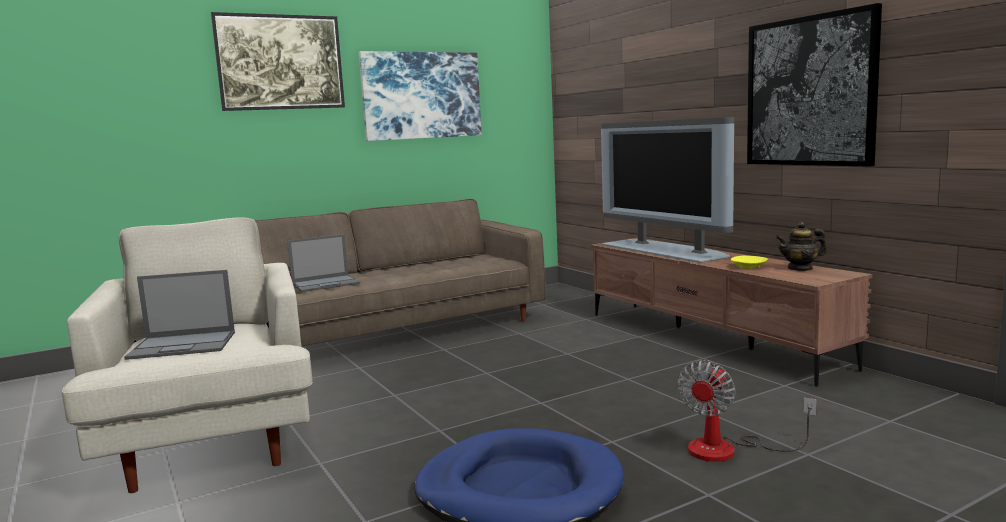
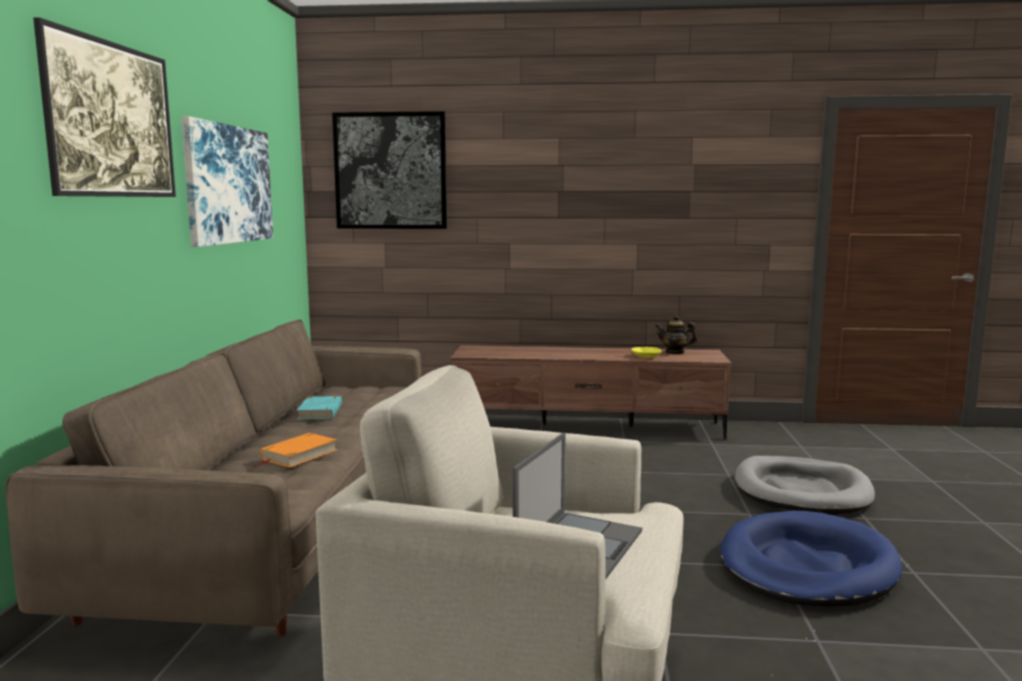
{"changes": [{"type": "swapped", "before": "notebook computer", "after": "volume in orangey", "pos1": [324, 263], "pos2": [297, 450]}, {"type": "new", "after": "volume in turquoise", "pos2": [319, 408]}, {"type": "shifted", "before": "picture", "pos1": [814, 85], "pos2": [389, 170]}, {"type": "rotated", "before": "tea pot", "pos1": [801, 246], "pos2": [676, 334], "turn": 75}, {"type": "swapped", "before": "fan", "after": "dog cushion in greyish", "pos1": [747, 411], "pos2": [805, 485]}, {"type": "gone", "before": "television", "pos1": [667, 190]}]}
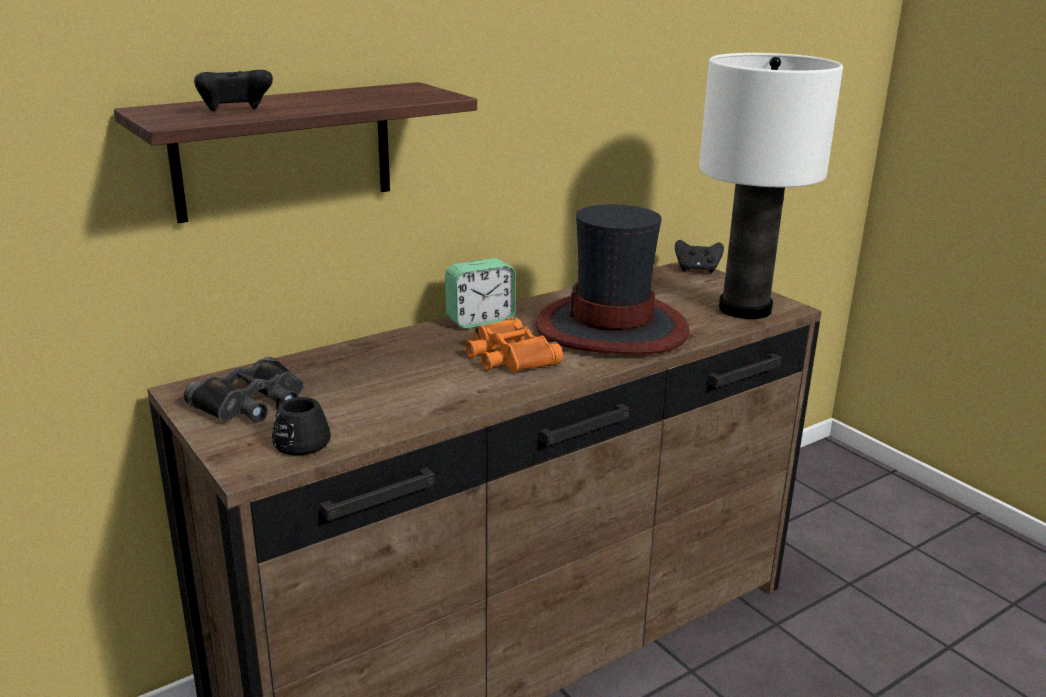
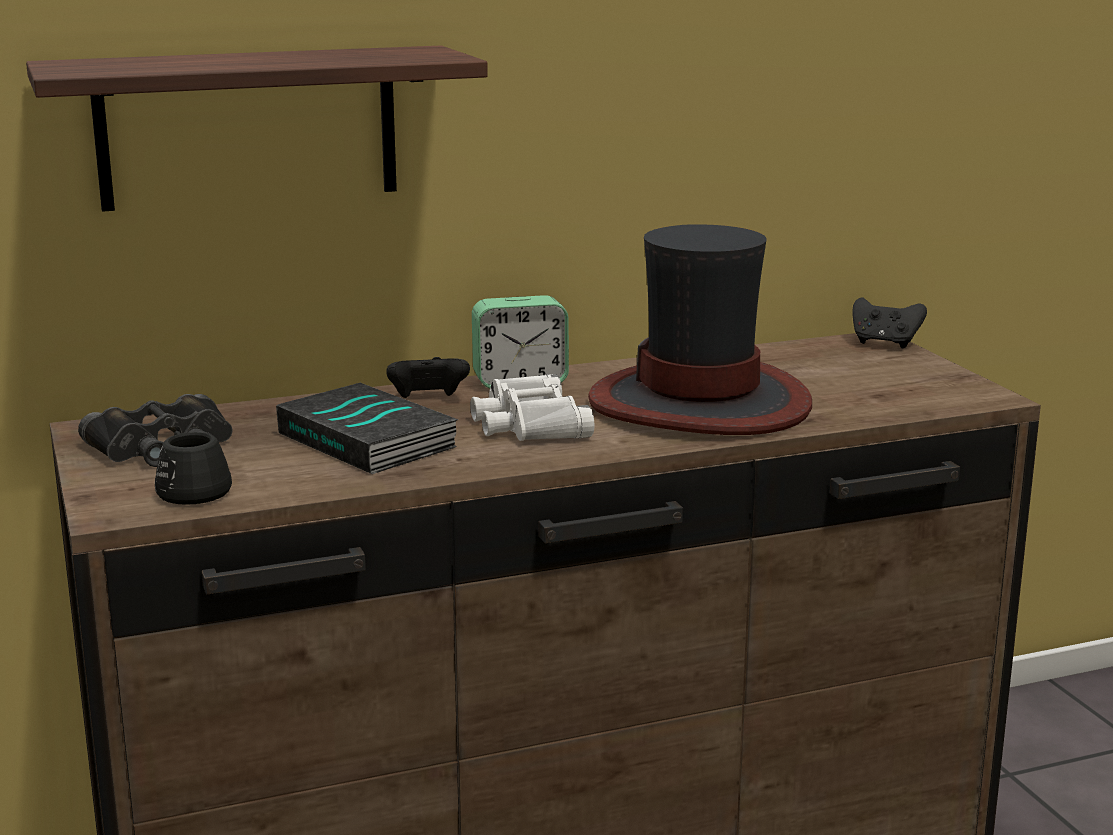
{"changes": [{"type": "new", "after": "volume", "pos2": [367, 428]}, {"type": "shifted", "before": "game controller in black", "pos1": [233, 90], "pos2": [428, 377]}, {"type": "repainted", "before": "field glasses in orangey", "after": "field glasses in white", "pos1": [514, 344], "pos2": [532, 407]}, {"type": "gone", "before": "lamp for a table in white", "pos1": [771, 186]}]}
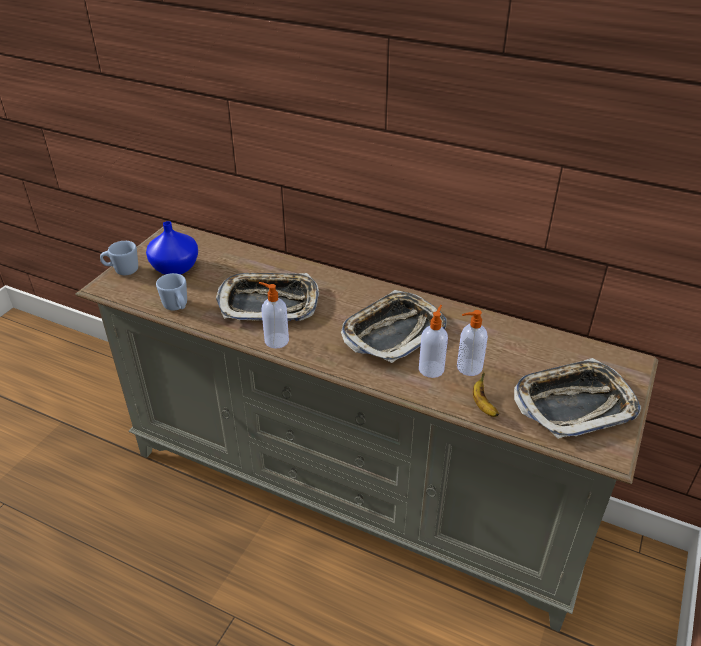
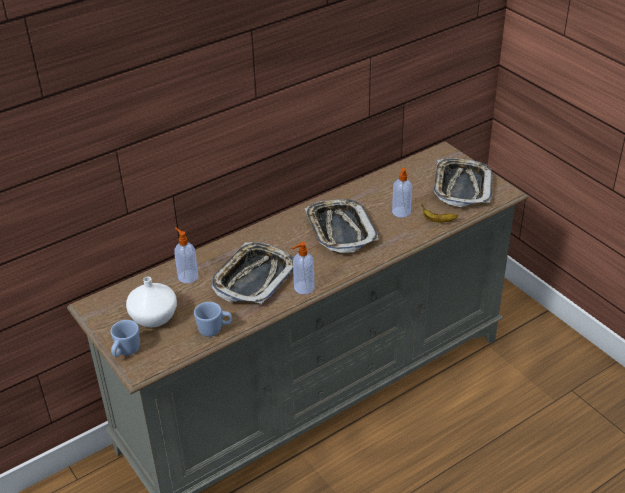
{"changes": [{"type": "repainted", "before": "decorative vase in blue", "after": "decorative vase in white", "pos1": [172, 248], "pos2": [151, 302]}, {"type": "shifted", "before": "liquid soap bottle", "pos1": [433, 341], "pos2": [186, 255]}]}
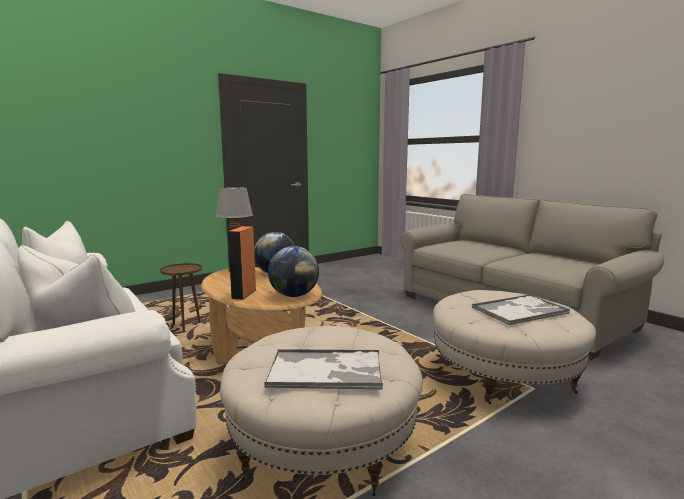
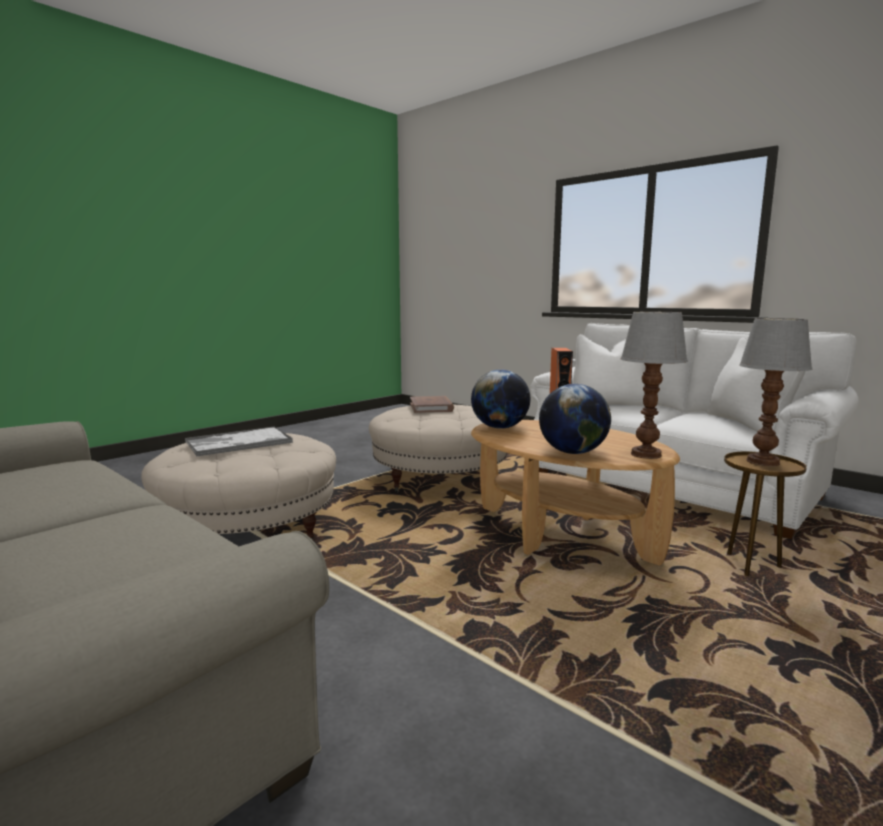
{"changes": [{"type": "swapped", "before": "carrying tray", "after": "volume in brown", "pos1": [323, 369], "pos2": [432, 404]}, {"type": "new", "after": "lamp for a table", "pos2": [775, 392]}]}
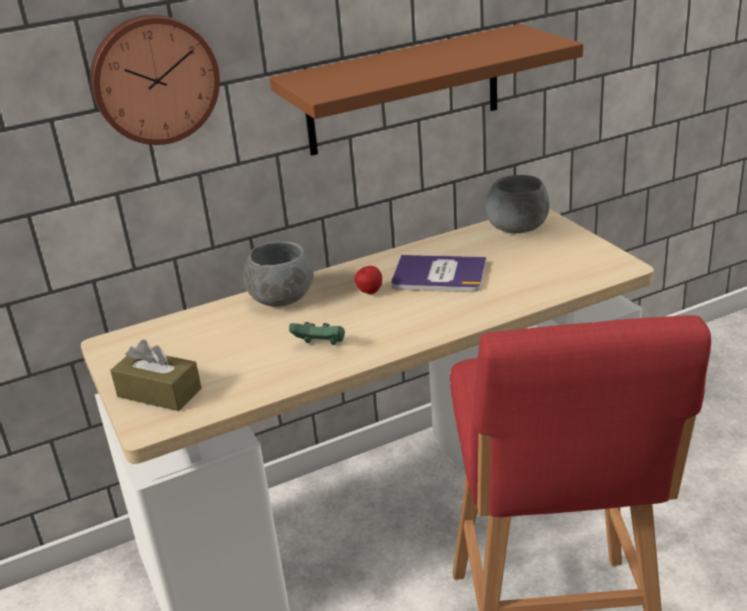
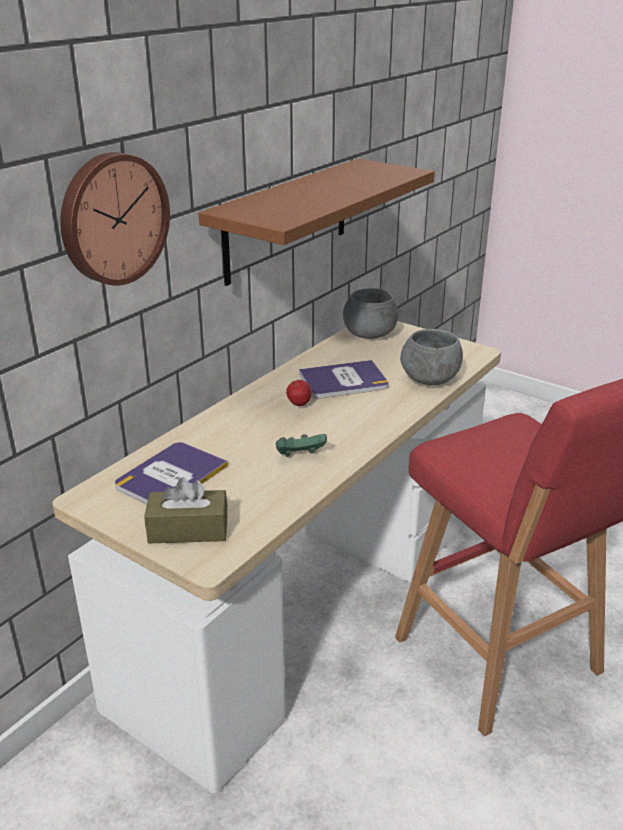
{"changes": [{"type": "new", "after": "volume", "pos2": [171, 473]}, {"type": "shifted", "before": "serving bowl in greyish", "pos1": [278, 274], "pos2": [431, 357]}]}
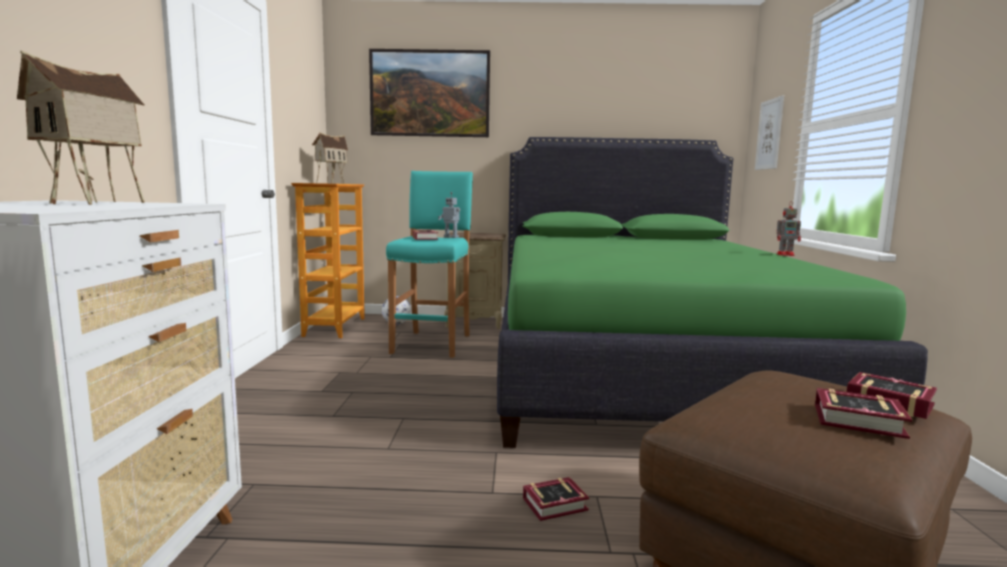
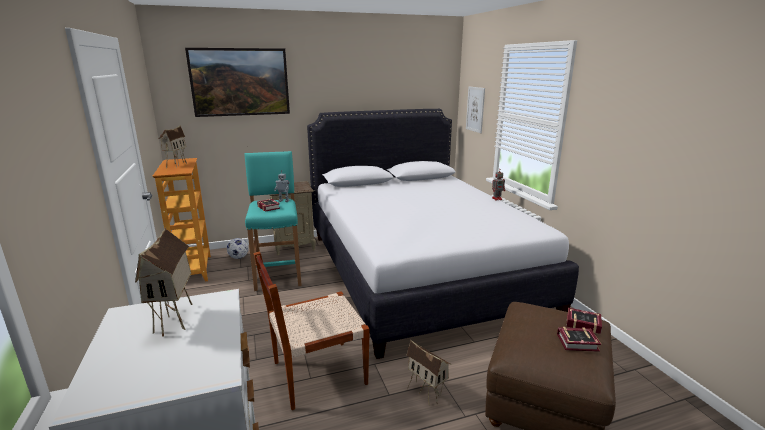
{"changes": [{"type": "new", "after": "chair", "pos2": [311, 331]}, {"type": "repainted", "before": "bedroom bed in green-coloured", "after": "bedroom bed in white", "pos1": [712, 292], "pos2": [443, 234]}, {"type": "swapped", "before": "volume", "after": "miniature house", "pos1": [556, 499], "pos2": [429, 372]}]}
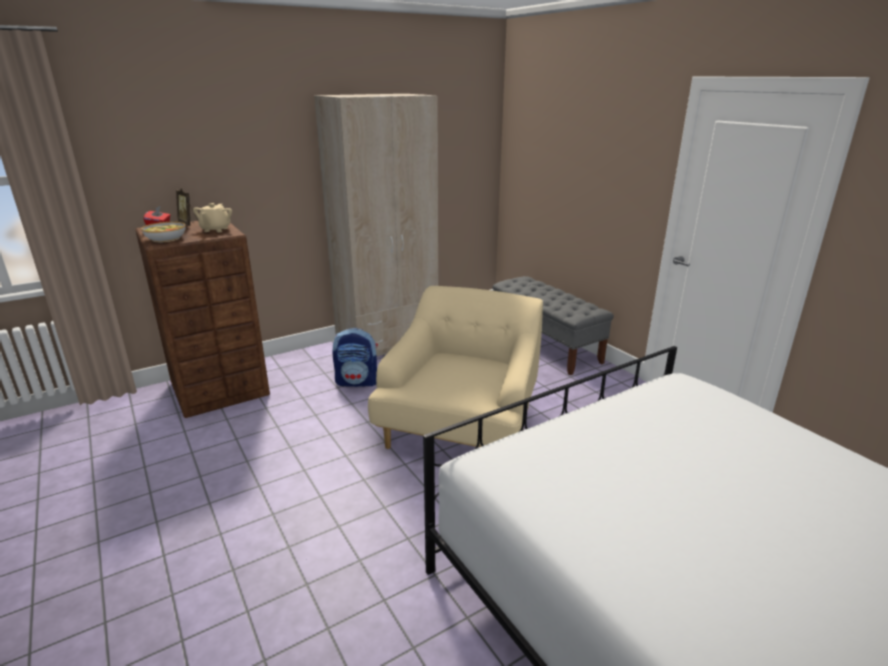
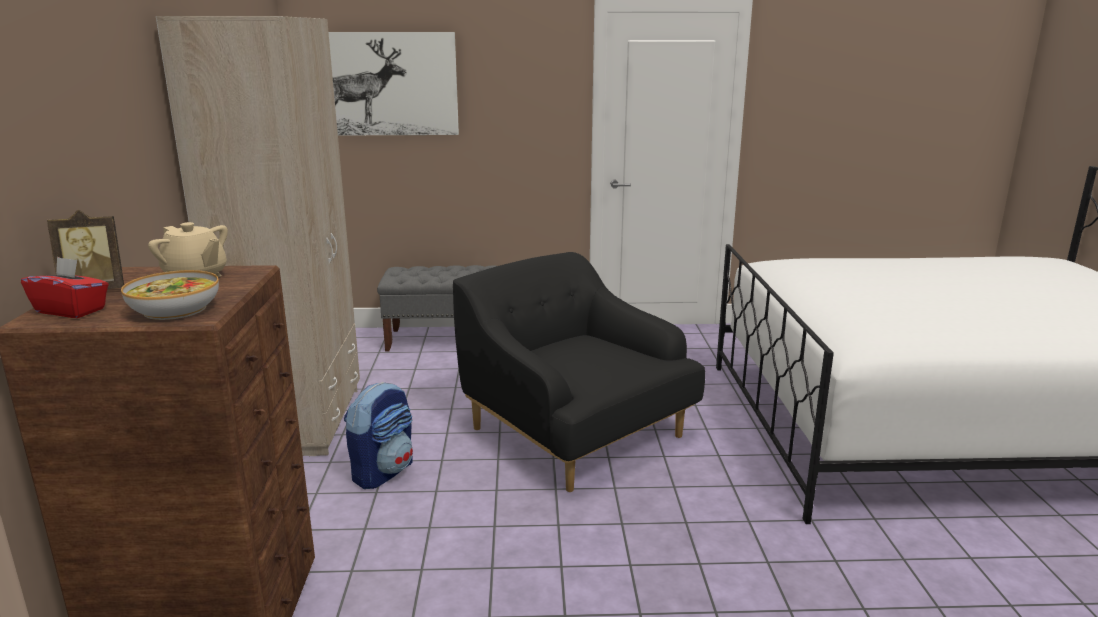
{"changes": [{"type": "new", "after": "picture", "pos2": [394, 83]}, {"type": "repainted", "before": "armchair in beige-coloured", "after": "armchair in black", "pos1": [455, 367], "pos2": [579, 372]}]}
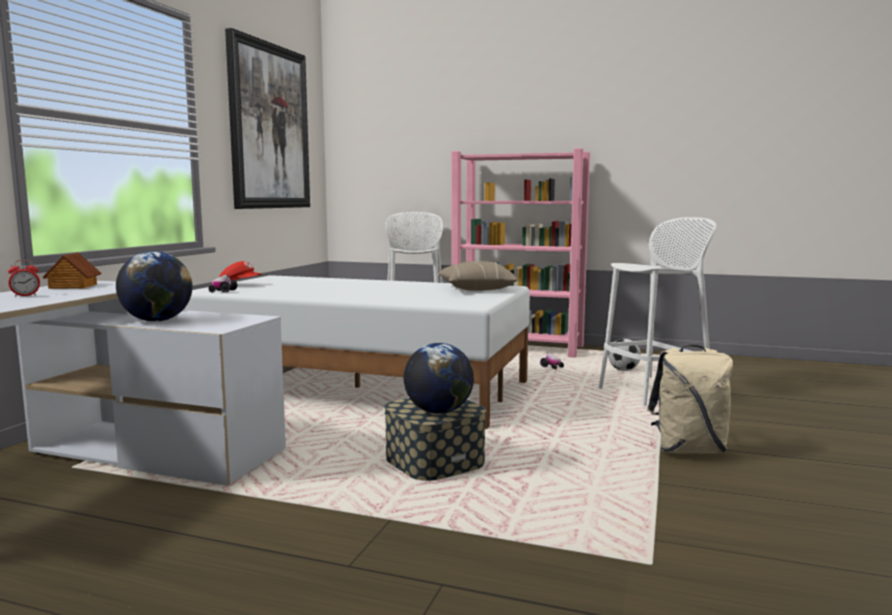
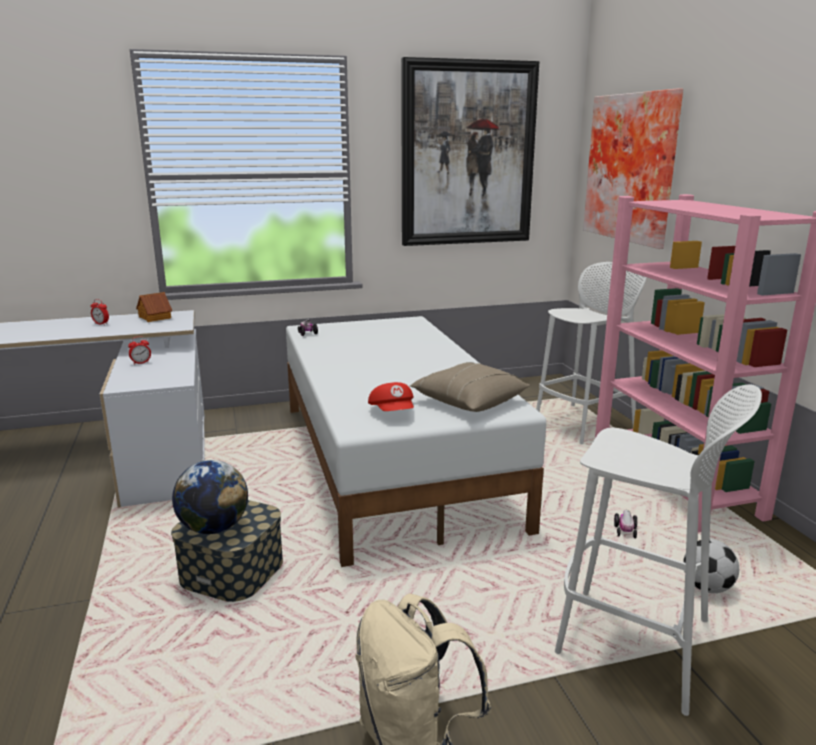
{"changes": [{"type": "swapped", "before": "globe", "after": "bedside clock", "pos1": [154, 286], "pos2": [139, 350]}, {"type": "shifted", "before": "baseball cap in red", "pos1": [240, 271], "pos2": [391, 396]}, {"type": "new", "after": "picture", "pos2": [633, 168]}]}
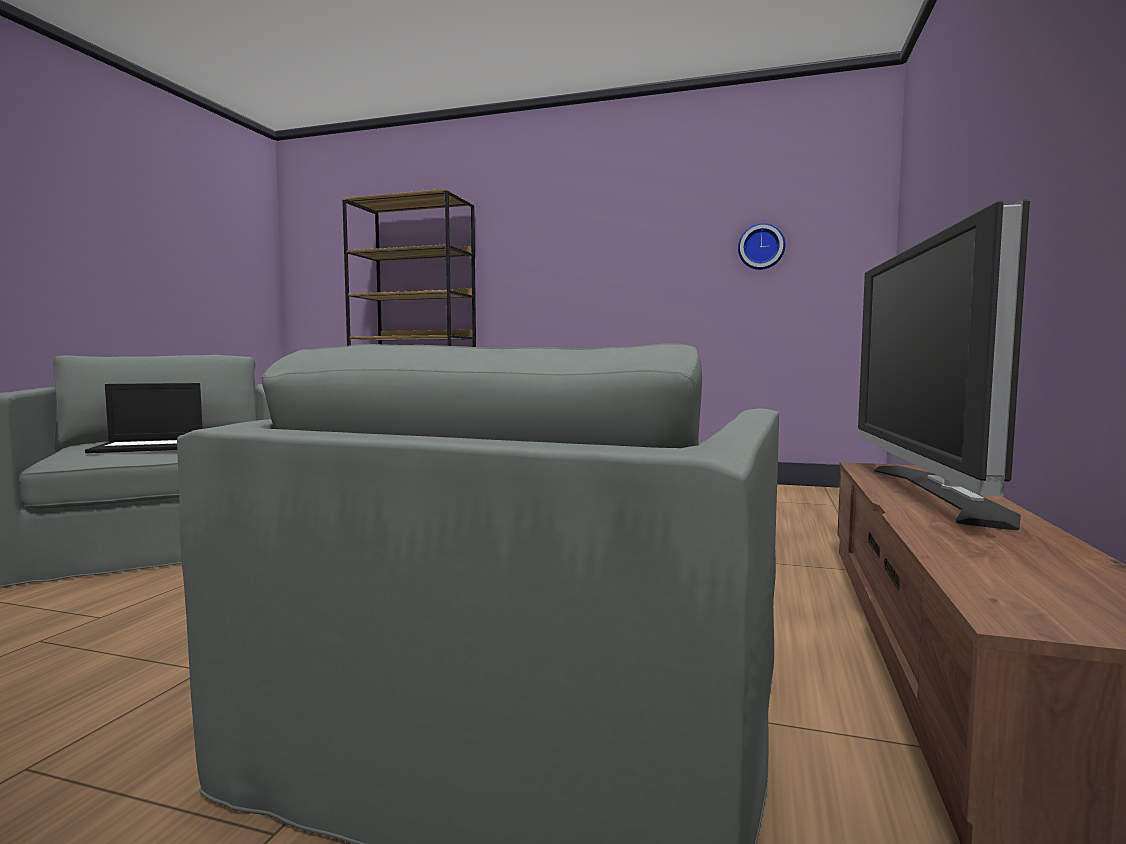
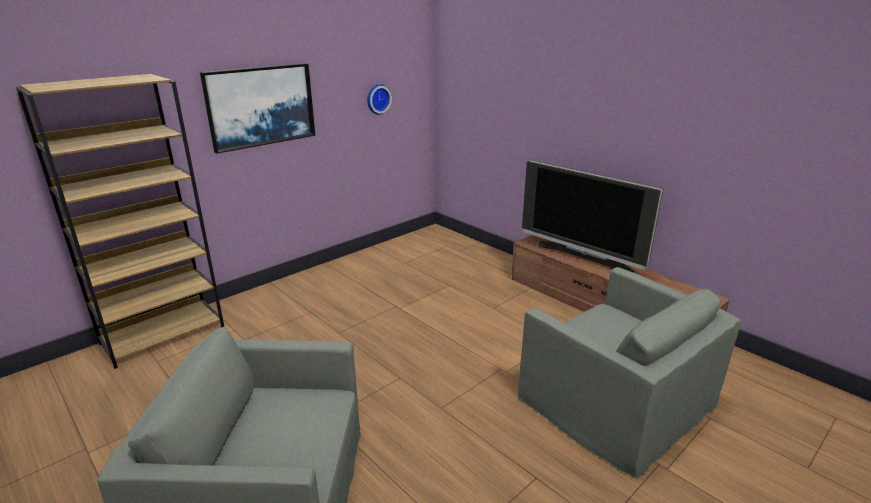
{"changes": [{"type": "new", "after": "picture", "pos2": [257, 108]}, {"type": "gone", "before": "notebook computer", "pos1": [144, 418]}]}
